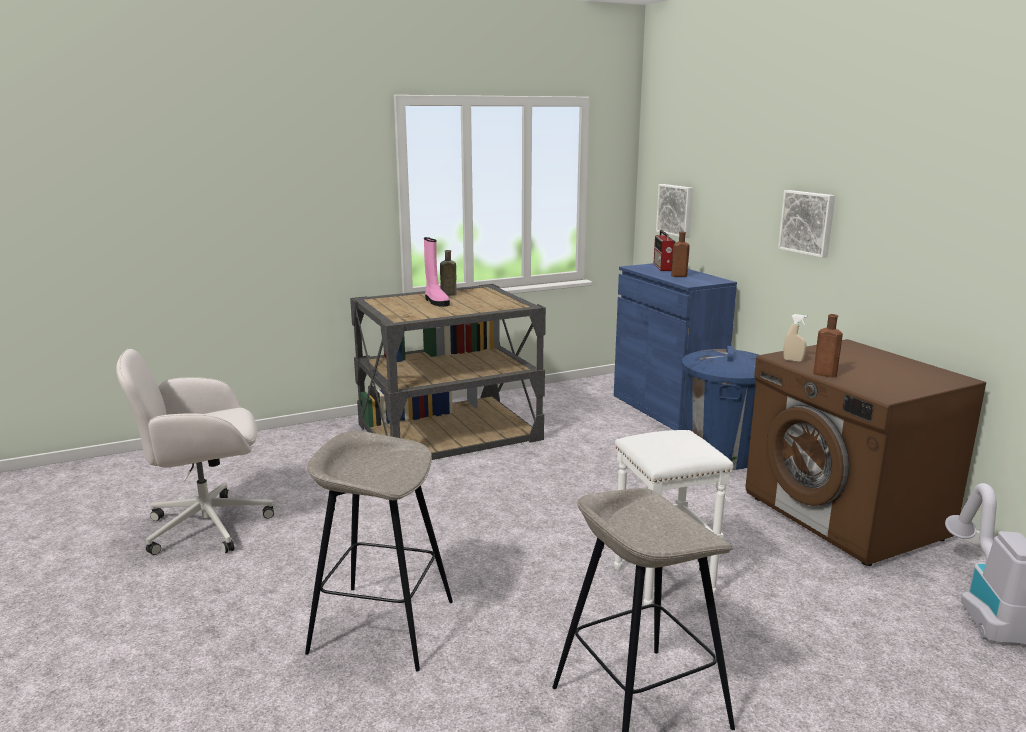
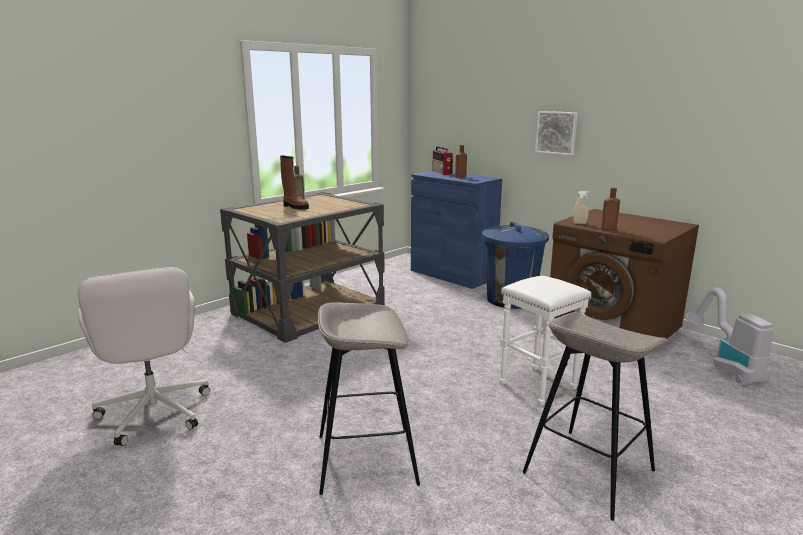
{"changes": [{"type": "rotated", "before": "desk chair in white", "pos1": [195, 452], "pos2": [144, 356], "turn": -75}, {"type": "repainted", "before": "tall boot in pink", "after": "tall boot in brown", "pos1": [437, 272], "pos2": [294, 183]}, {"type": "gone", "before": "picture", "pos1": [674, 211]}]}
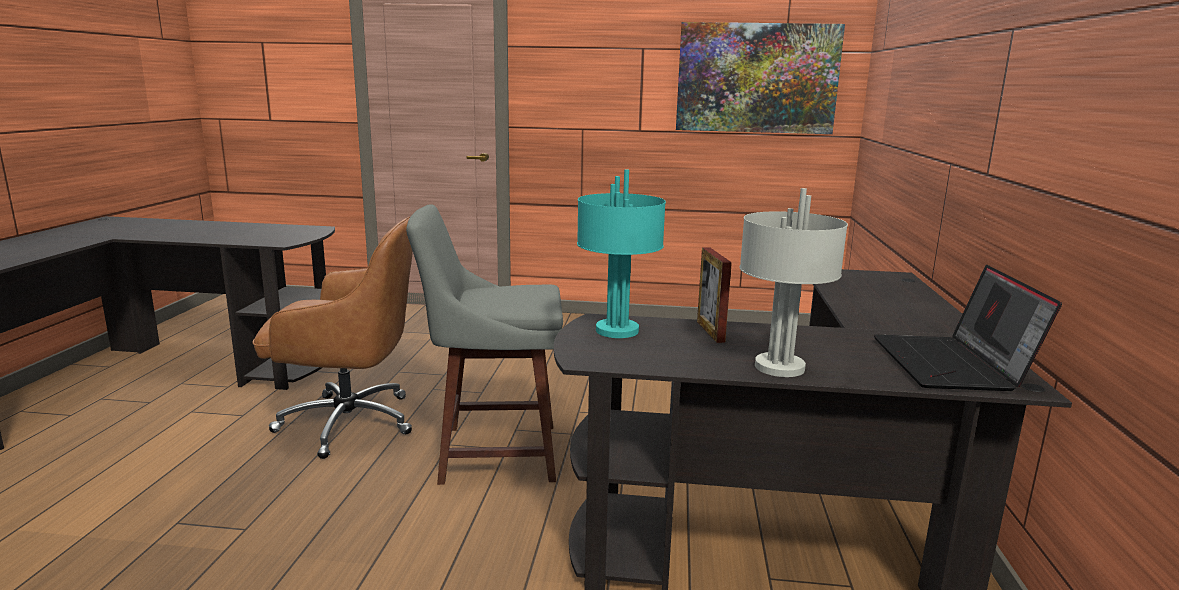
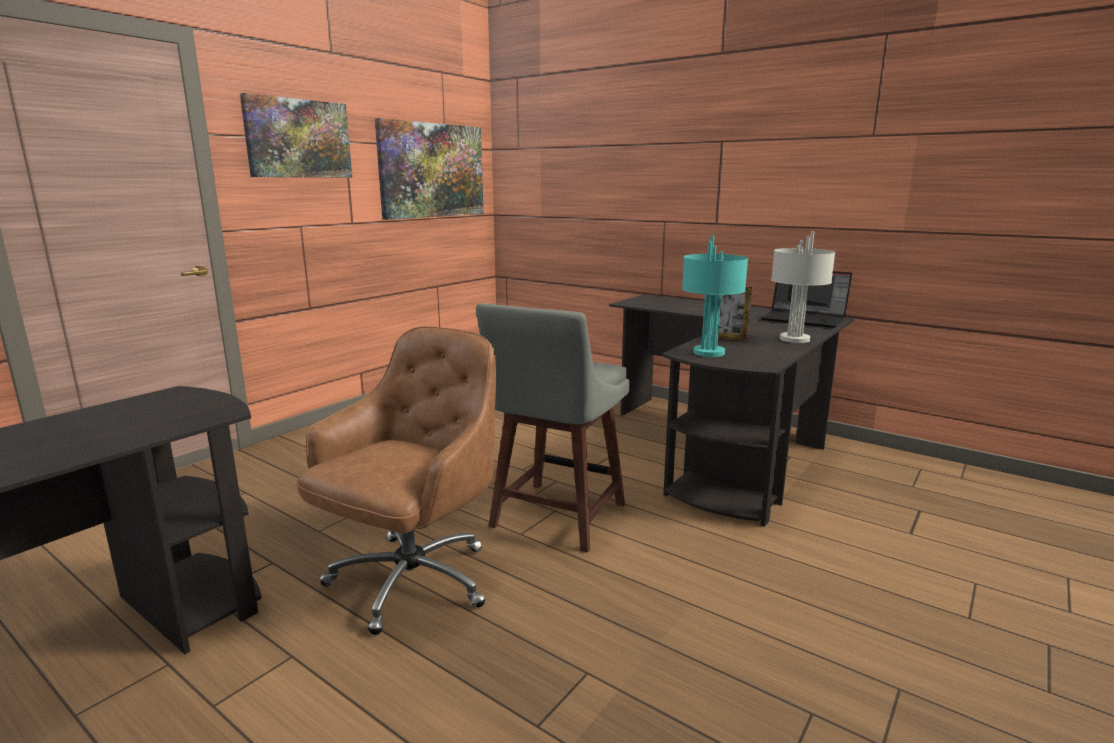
{"changes": [{"type": "new", "after": "picture", "pos2": [296, 135]}]}
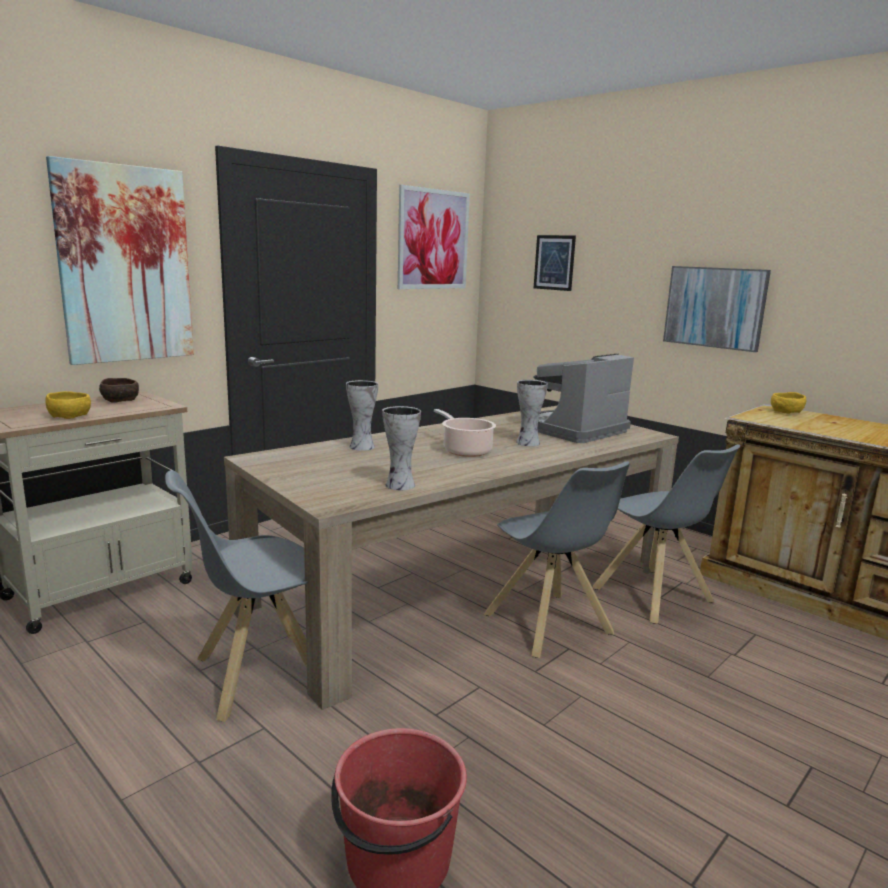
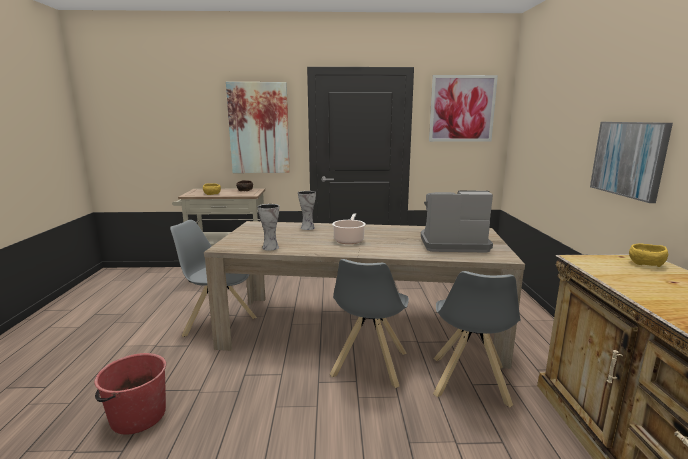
{"changes": [{"type": "gone", "before": "decorative vase", "pos1": [532, 413]}, {"type": "gone", "before": "picture", "pos1": [555, 263]}]}
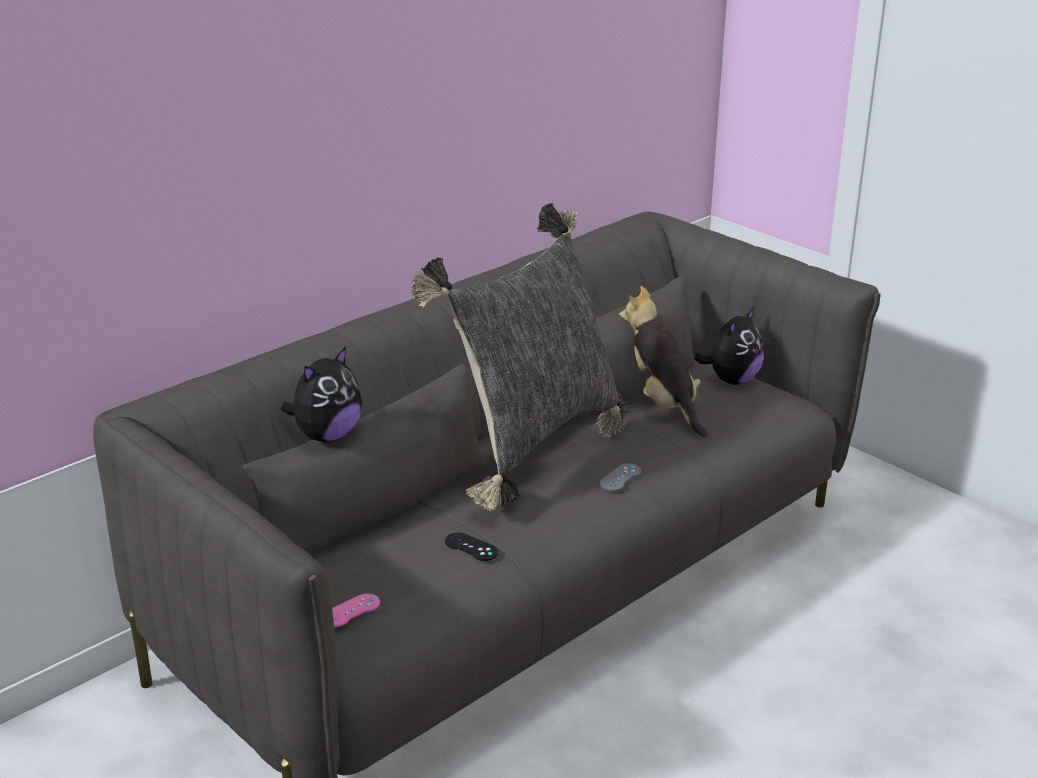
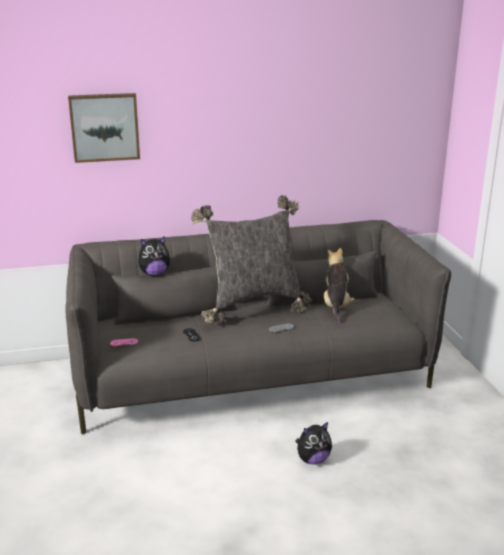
{"changes": [{"type": "new", "after": "picture", "pos2": [104, 128]}, {"type": "shifted", "before": "plush toy", "pos1": [729, 346], "pos2": [313, 443]}]}
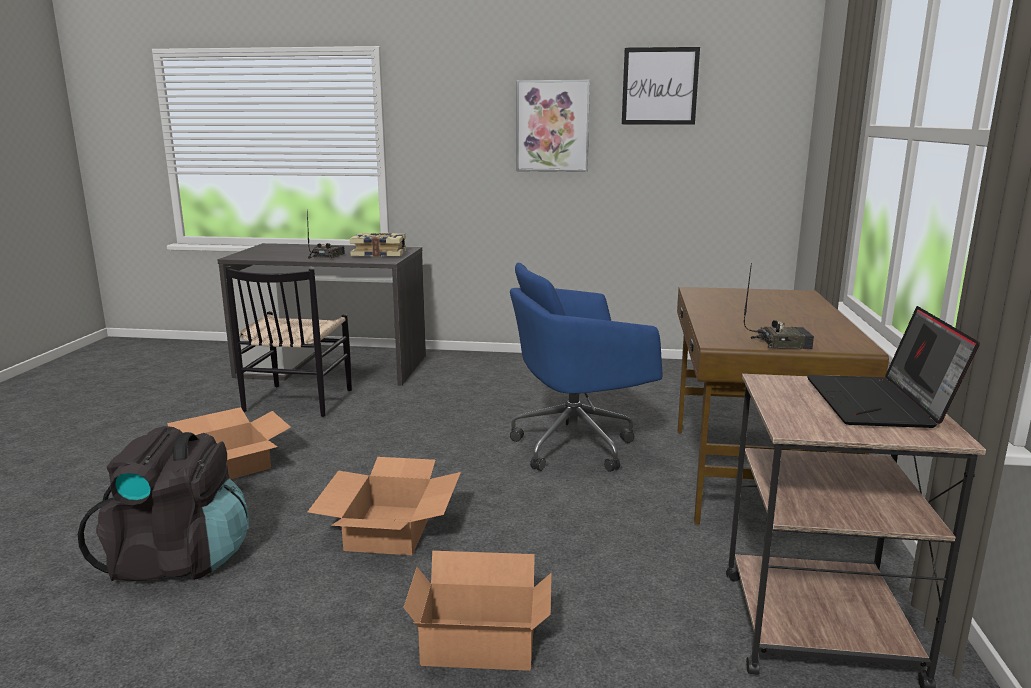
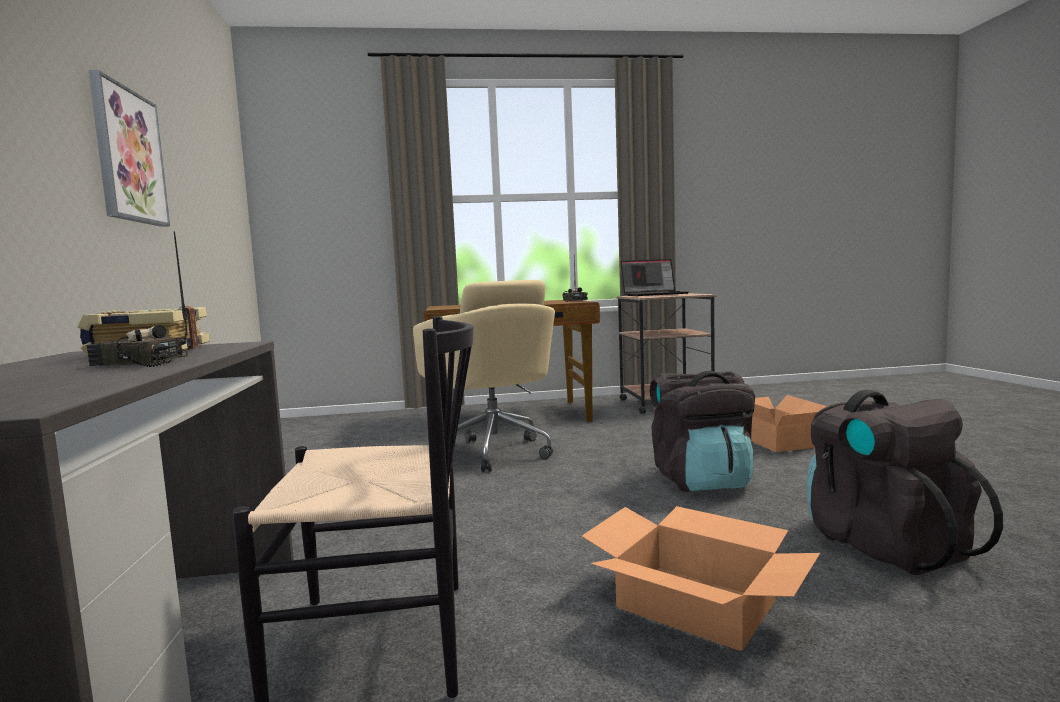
{"changes": [{"type": "repainted", "before": "desk chair in blue", "after": "desk chair in beige-coloured", "pos1": [586, 367], "pos2": [484, 376]}, {"type": "swapped", "before": "cardboard box", "after": "knapsack in black", "pos1": [384, 506], "pos2": [702, 431]}, {"type": "gone", "before": "picture", "pos1": [661, 86]}]}
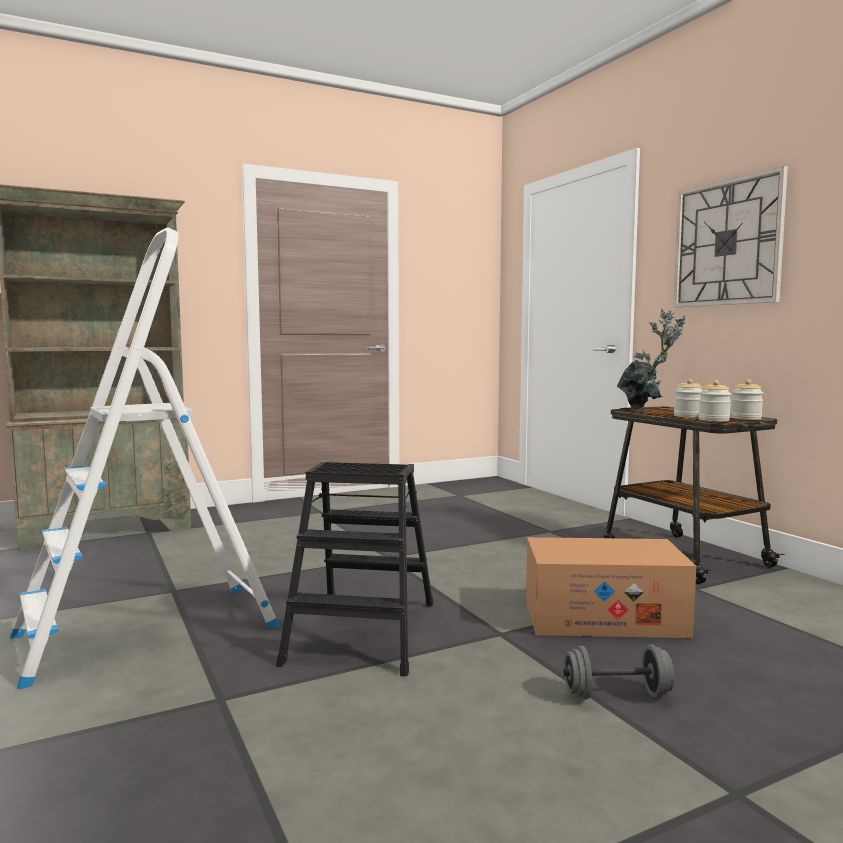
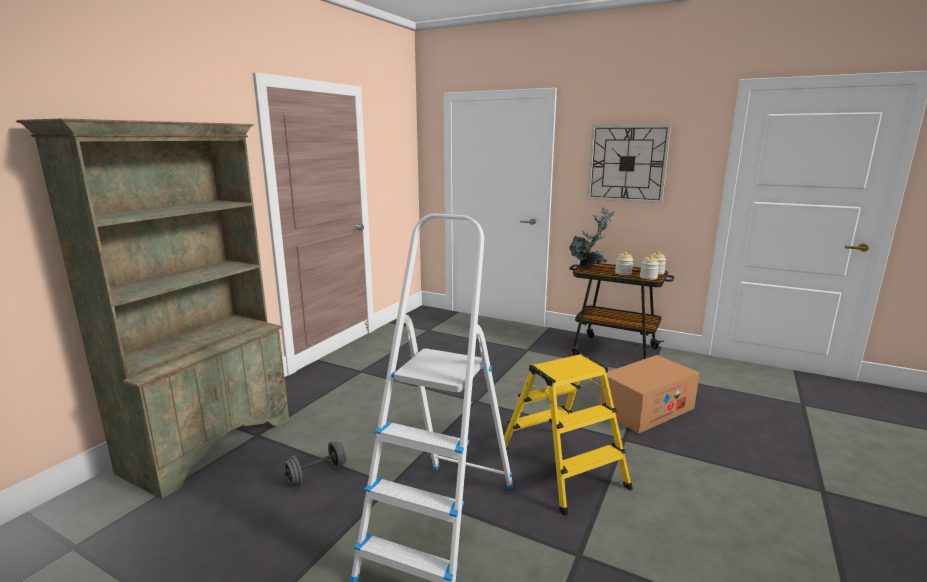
{"changes": [{"type": "shifted", "before": "hand weight in greyish", "pos1": [618, 671], "pos2": [315, 463]}, {"type": "repainted", "before": "step stool in black", "after": "step stool in yellowish", "pos1": [355, 569], "pos2": [568, 434]}]}
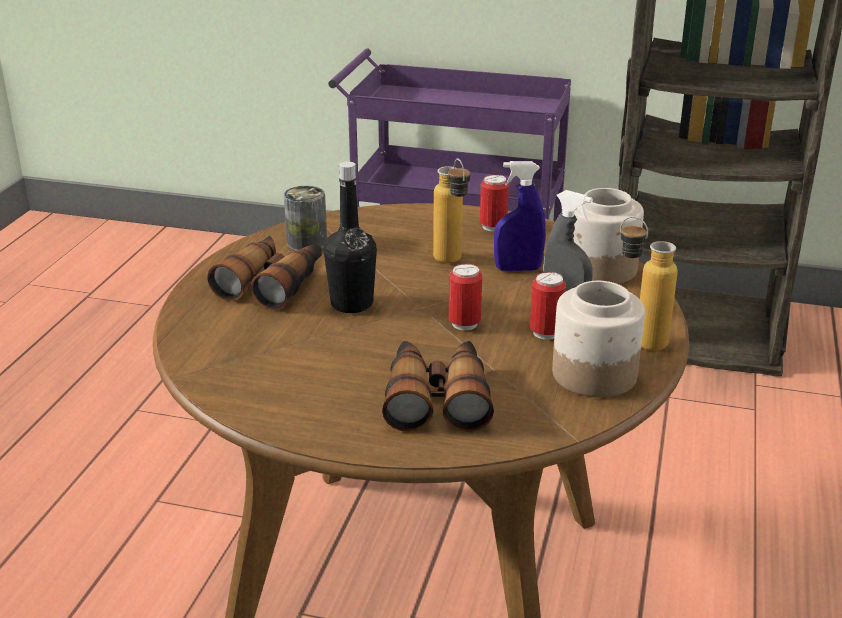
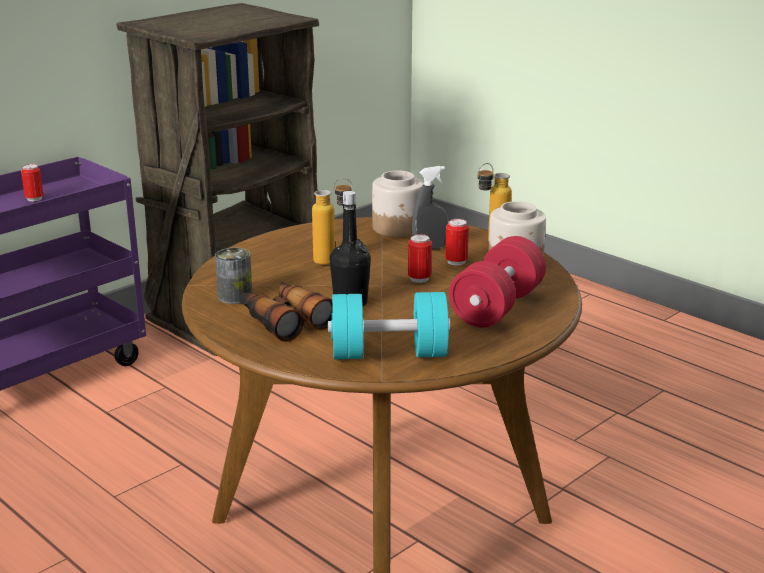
{"changes": [{"type": "shifted", "before": "sealed can", "pos1": [494, 203], "pos2": [32, 182]}, {"type": "new", "after": "hand weight in turquoise", "pos2": [389, 325]}, {"type": "swapped", "before": "field glasses", "after": "hand weight in red", "pos1": [438, 386], "pos2": [497, 282]}, {"type": "gone", "before": "spray bottle in blue", "pos1": [520, 216]}]}
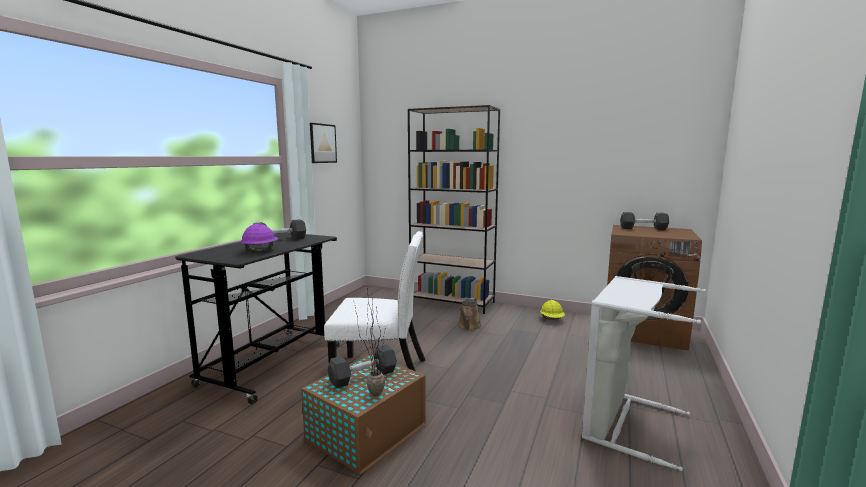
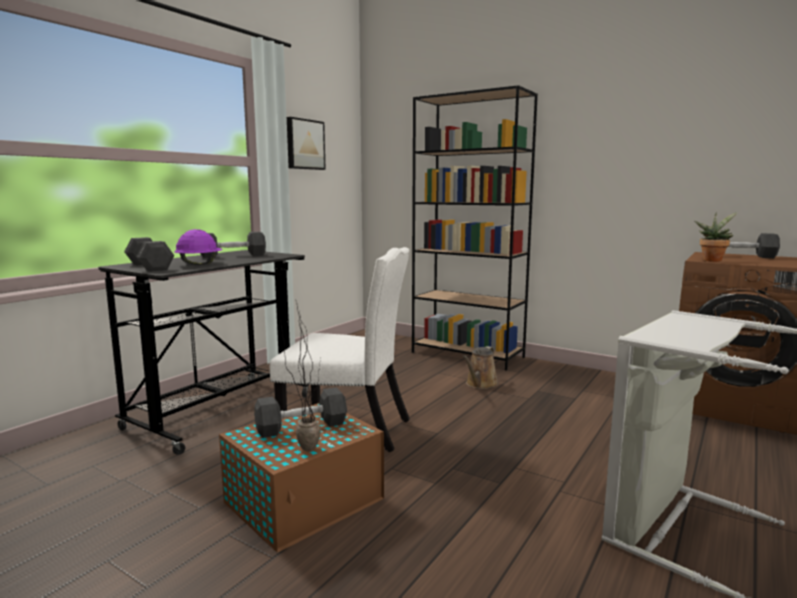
{"changes": [{"type": "new", "after": "hand weight in greyish", "pos2": [149, 254]}, {"type": "new", "after": "potted plant", "pos2": [716, 237]}, {"type": "gone", "before": "work helmet in yellowish", "pos1": [552, 310]}]}
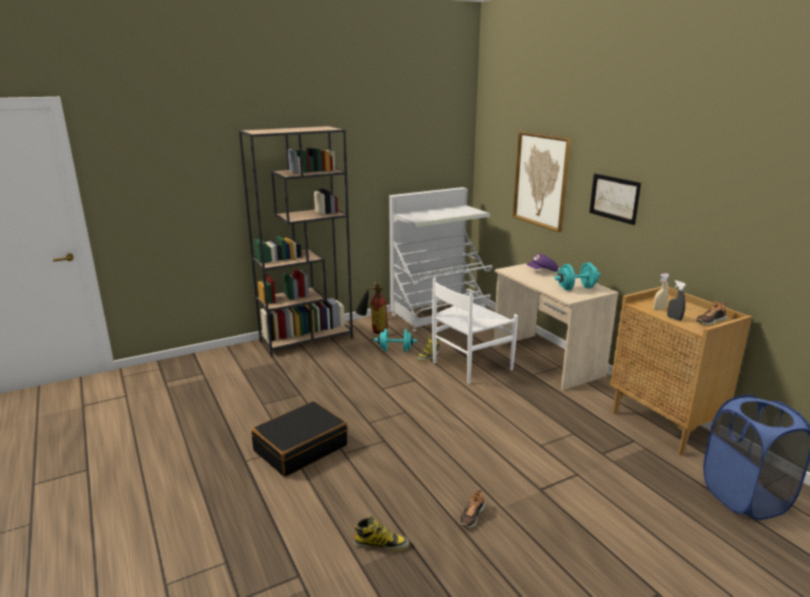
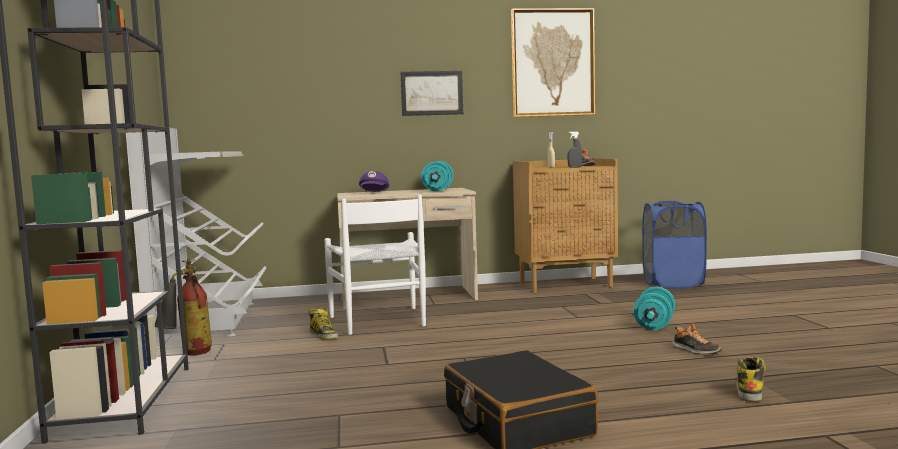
{"changes": [{"type": "shifted", "before": "picture", "pos1": [542, 182], "pos2": [553, 62]}, {"type": "shifted", "before": "hand weight in turquoise", "pos1": [395, 340], "pos2": [654, 308]}]}
